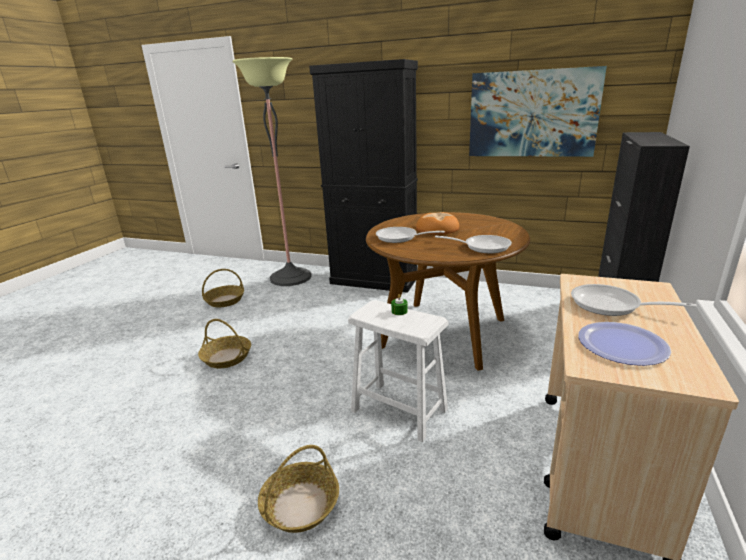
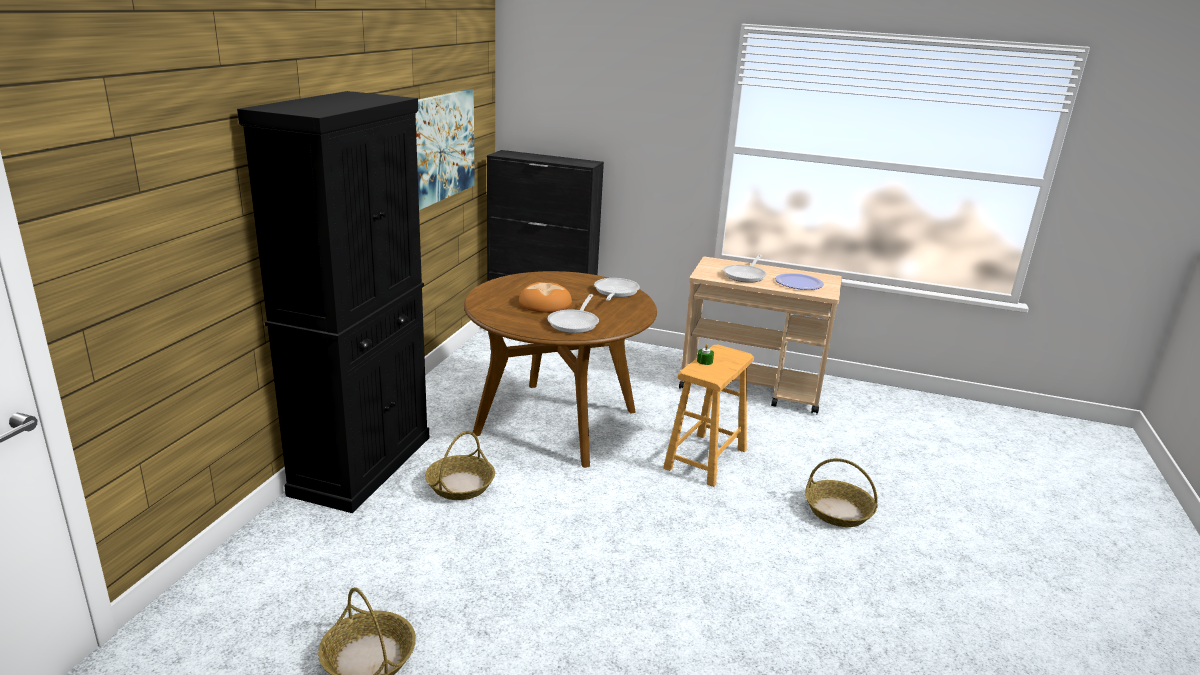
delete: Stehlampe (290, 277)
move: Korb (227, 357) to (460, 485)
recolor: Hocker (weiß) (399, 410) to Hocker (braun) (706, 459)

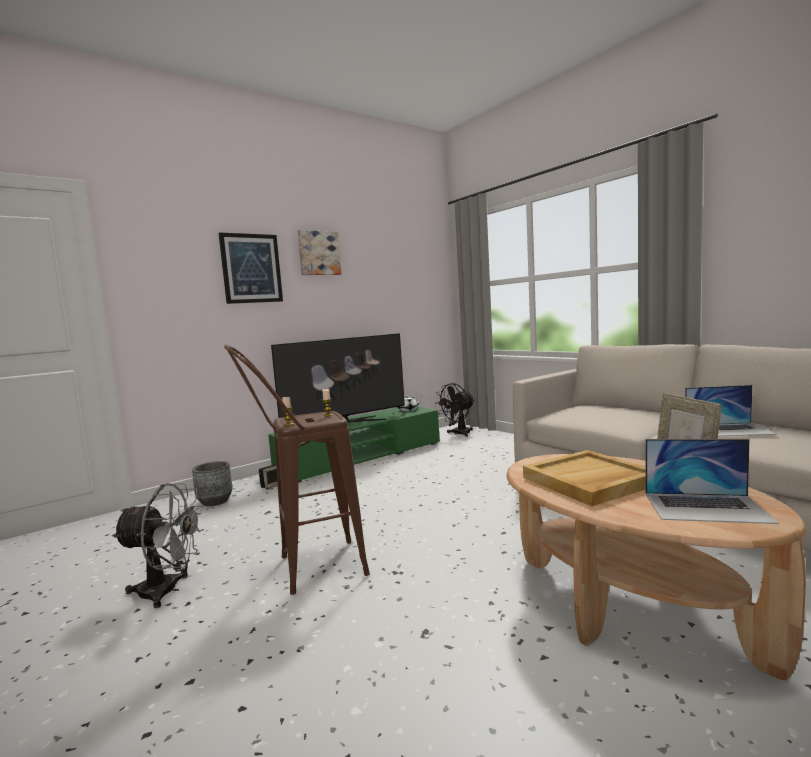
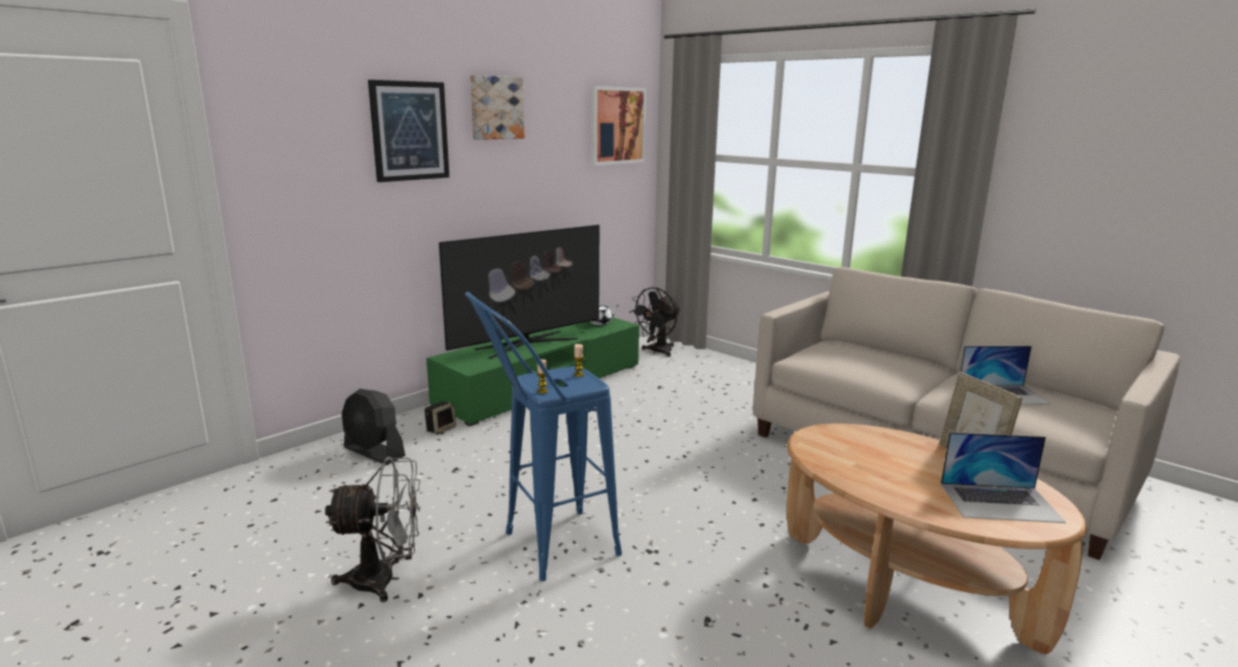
delete: Tablett (beige) (589, 481)
insert: Bild (617, 126)
replace: Pflanzkübel (grau) (215, 501) to Ventilator (schwarz) (374, 452)
recolor: Hocker (braun) (307, 570) to Hocker (blau) (545, 549)

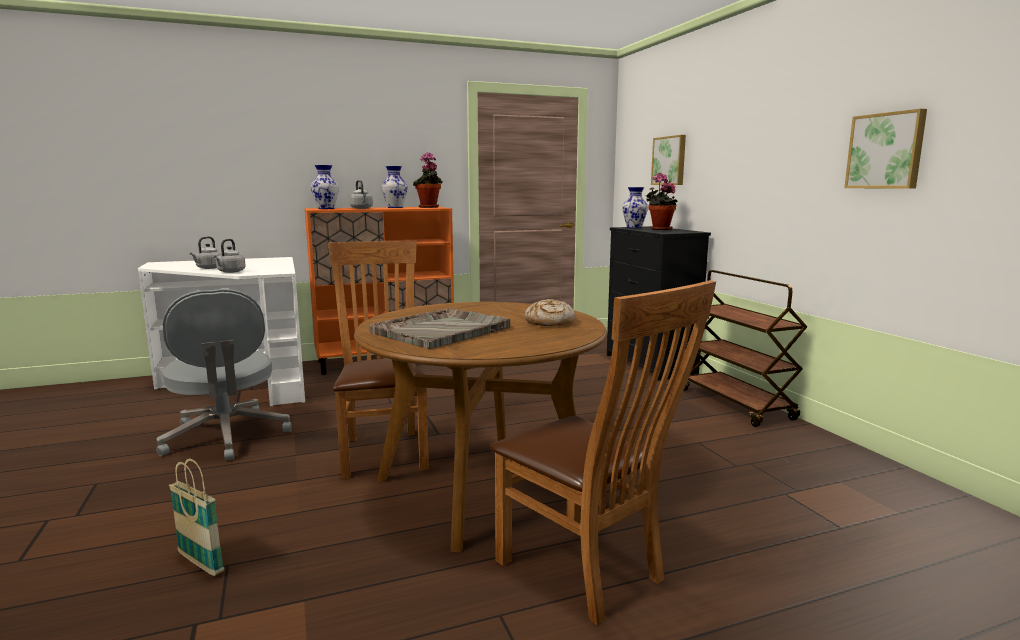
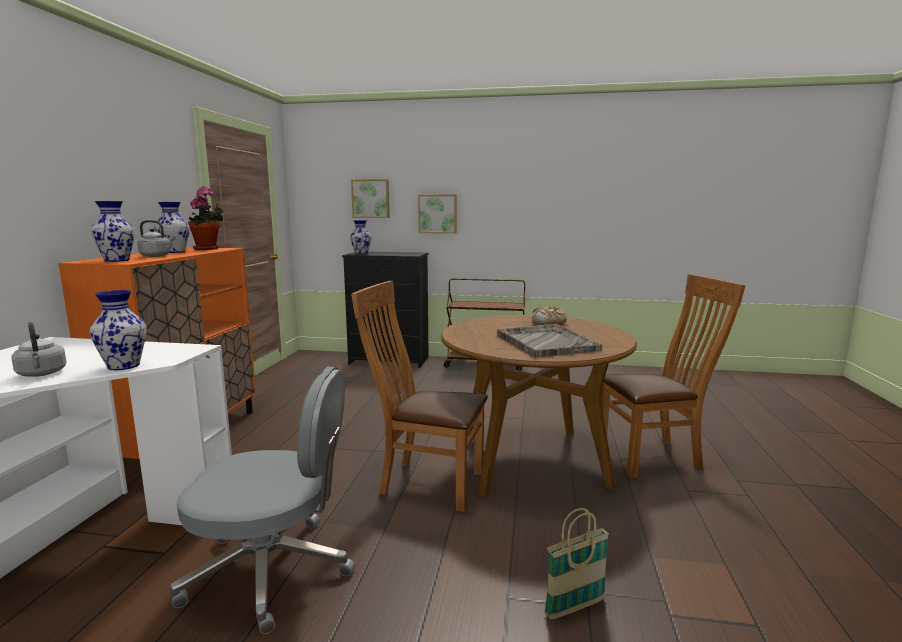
delete: Topfpflanze (659, 229)
move: Bild (886, 151) to (437, 214)
replace: Wasserkessel (grau) (230, 272) to Vase (124, 366)

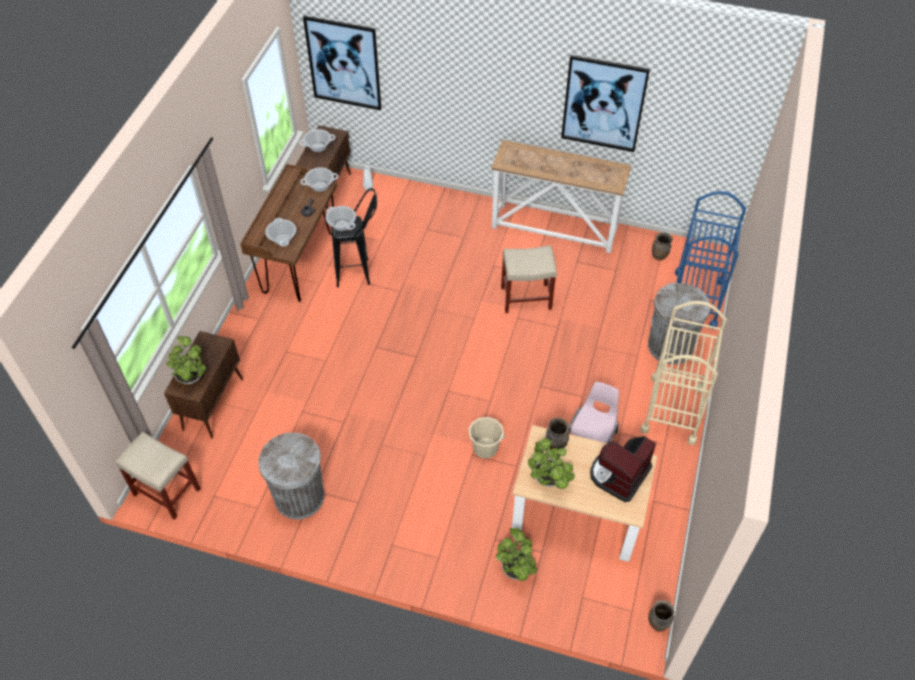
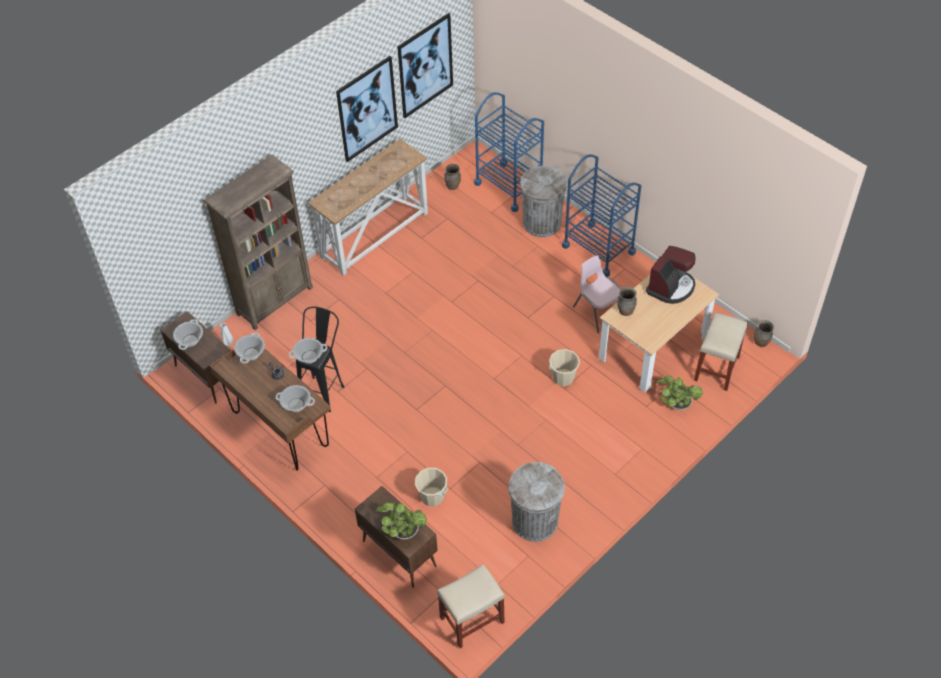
delete: Topfpflanze (549, 480)
insert: Bücherregal (braun) (275, 300); Eimer (beige) (432, 496)
move: Bild (344, 63) to (425, 66); Hocker (beige) (526, 298) to (716, 367)
recolor: Rollwagen (beige) (673, 409) to Rollwagen (blau) (598, 249)
rotate: Kaffeemaschine (619, 474) = (671, 287) 120 degrees counterclockwise

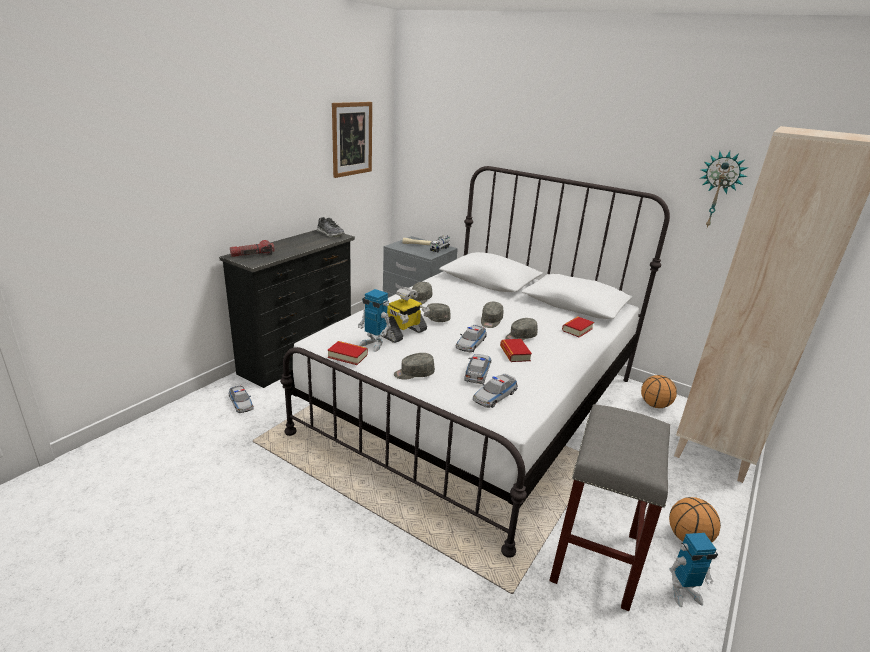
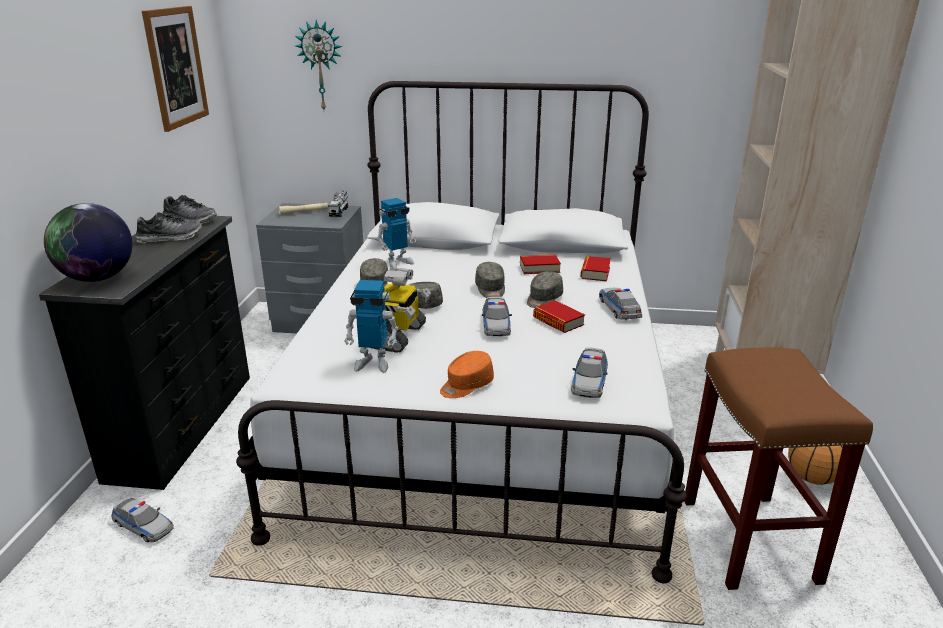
delete: Basketball (655, 405)
insert: Schuh (170, 238)
move: Wanduhr (718, 190) to (321, 66); Buch (347, 356) to (539, 268); Spielzeugauto (477, 373) to (619, 309); Spielzeugroboter (683, 593) to (397, 262)
replace: Taschenlampe (252, 255) to Globus (98, 278)
recolor: Kappe (grau) (414, 374) to Kappe (orange) (466, 385); Hocker (grau) (595, 558) to Hocker (braun) (751, 541)

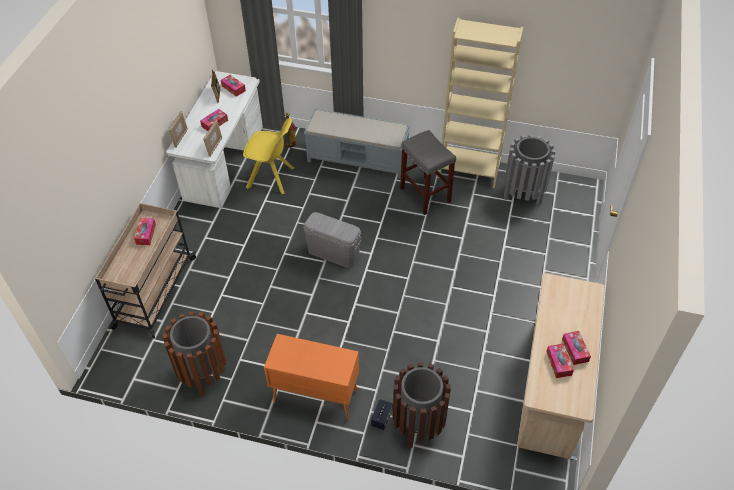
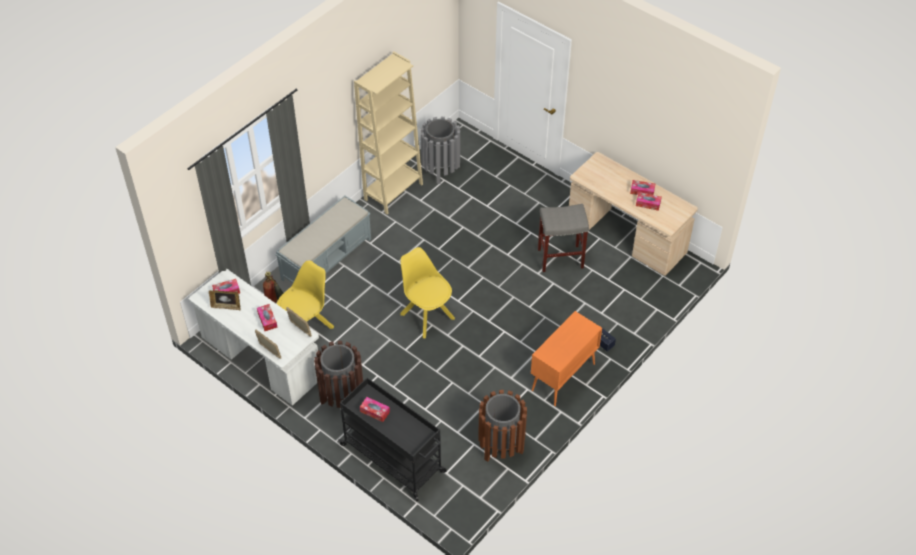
move: Hocker (grau) (424, 195) to (559, 258); Mülleimer (braun) (418, 424) to (342, 396)
replace: Aufbewahrungsbox (grau) (333, 252) to Stuhl (gelb) (426, 315)
recolor: Rollwagen (beige) (154, 293) to Rollwagen (schwarz) (394, 459)

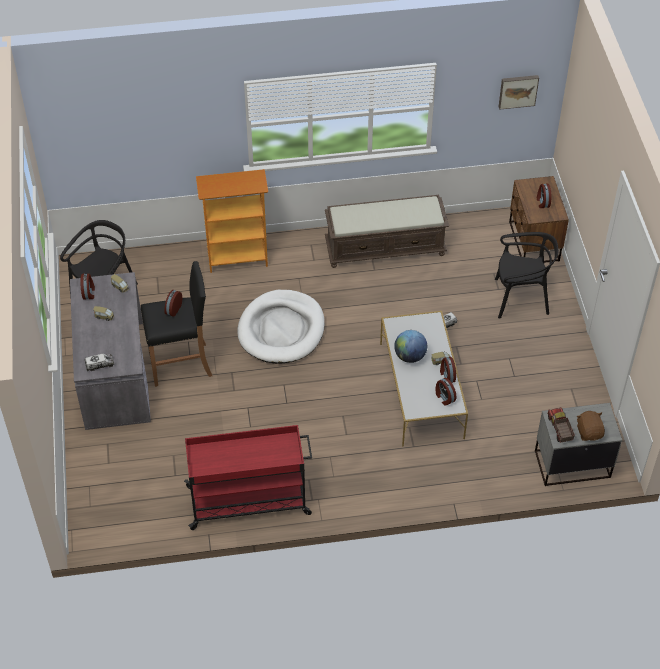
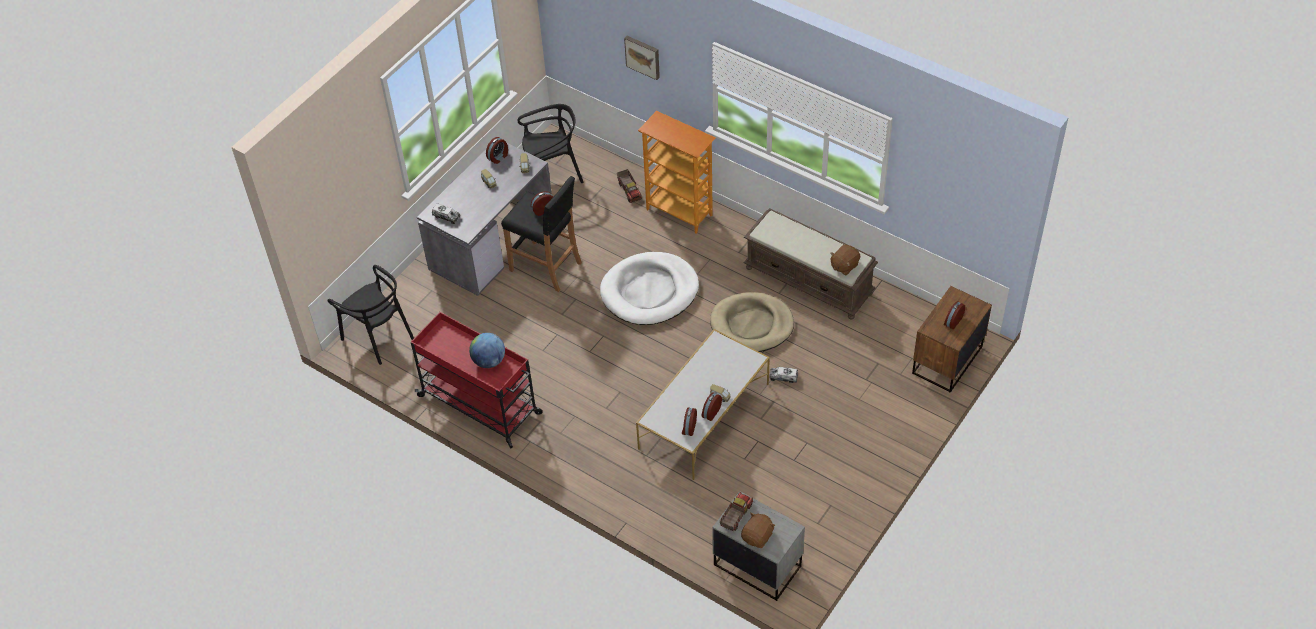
insert: Spielzeuglaster (629, 191); Plüschtier (braun) (844, 266); Hundebett (beige) (751, 325)
move: Bild (518, 90) to (643, 56); Stuhl (schwarz) (520, 298) to (378, 336); Globus (410, 356) to (489, 361)

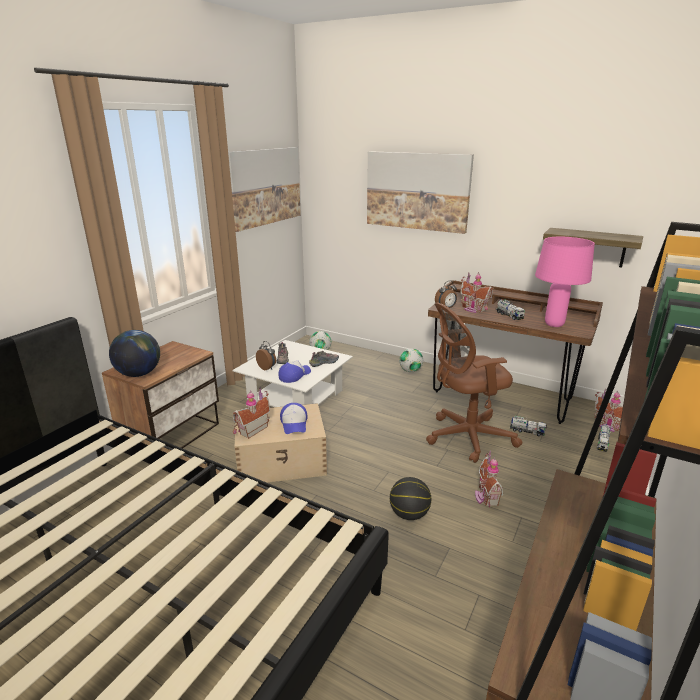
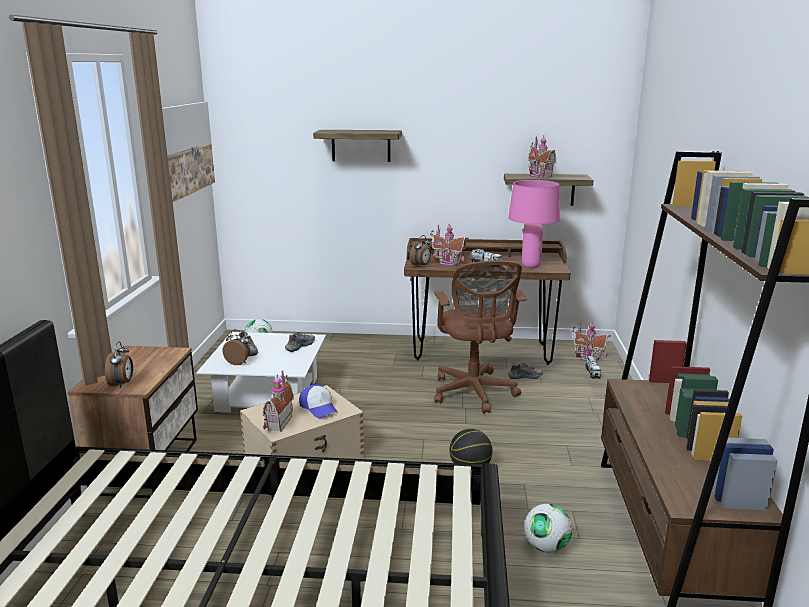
delete: Kappe (294, 375)
move: Fußball (410, 371) to (546, 547); Spielzeughaus (485, 497) to (538, 176)
replace: Bild (417, 191) to Wandregal (361, 145); Globus (139, 374) to Wecker (122, 384); Spielzeuglaster (527, 431) to Schuh (525, 377)
rotate: Bürostuhl (braun) (465, 437) = (474, 393) 60 degrees counterclockwise

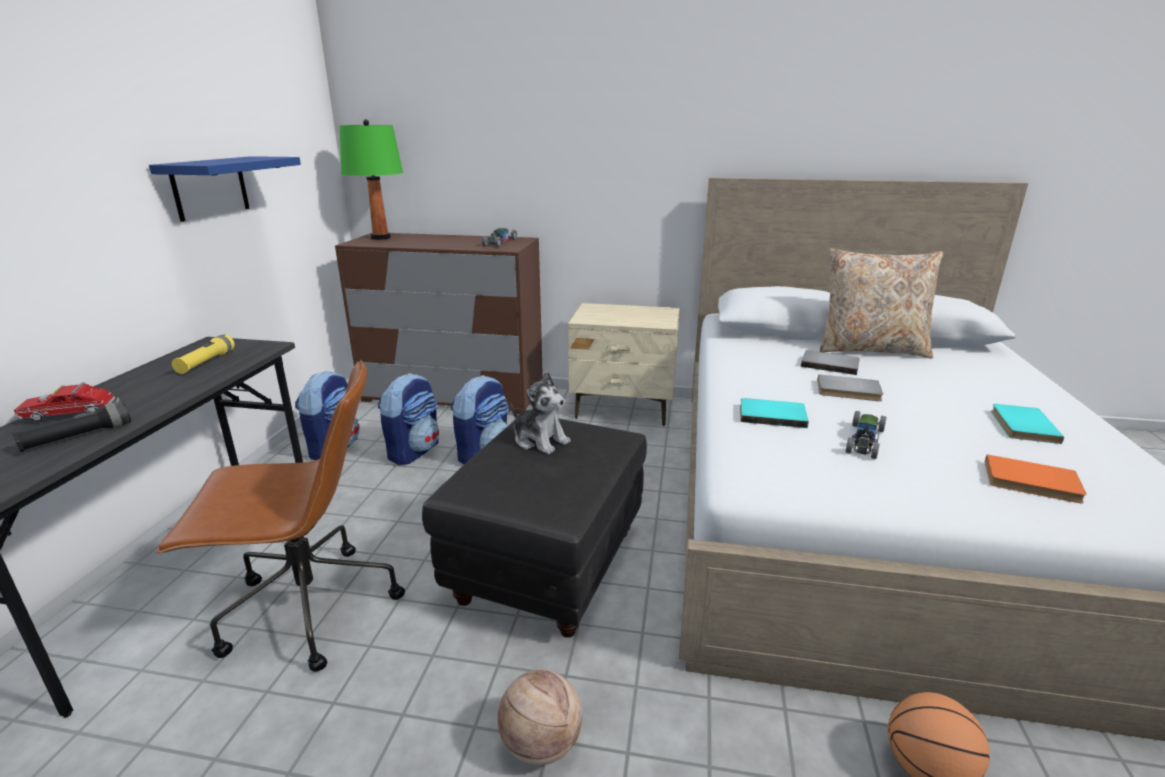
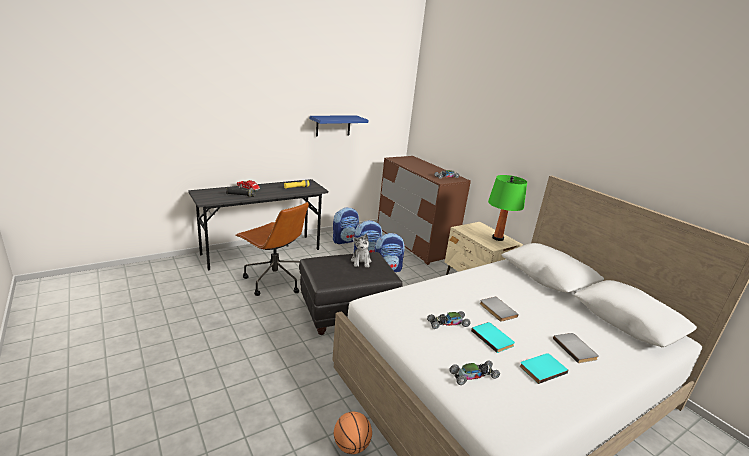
delete: Kissen (beige) (871, 349); Basketball (541, 744)
move: Tischlampe (grün) (381, 238) to (498, 238); Buch (grau) (830, 364) to (575, 349); Buch (türkis) (772, 415) to (493, 338)
replace: Buch (orange) (1032, 483) to Spielzeugauto (474, 375)

